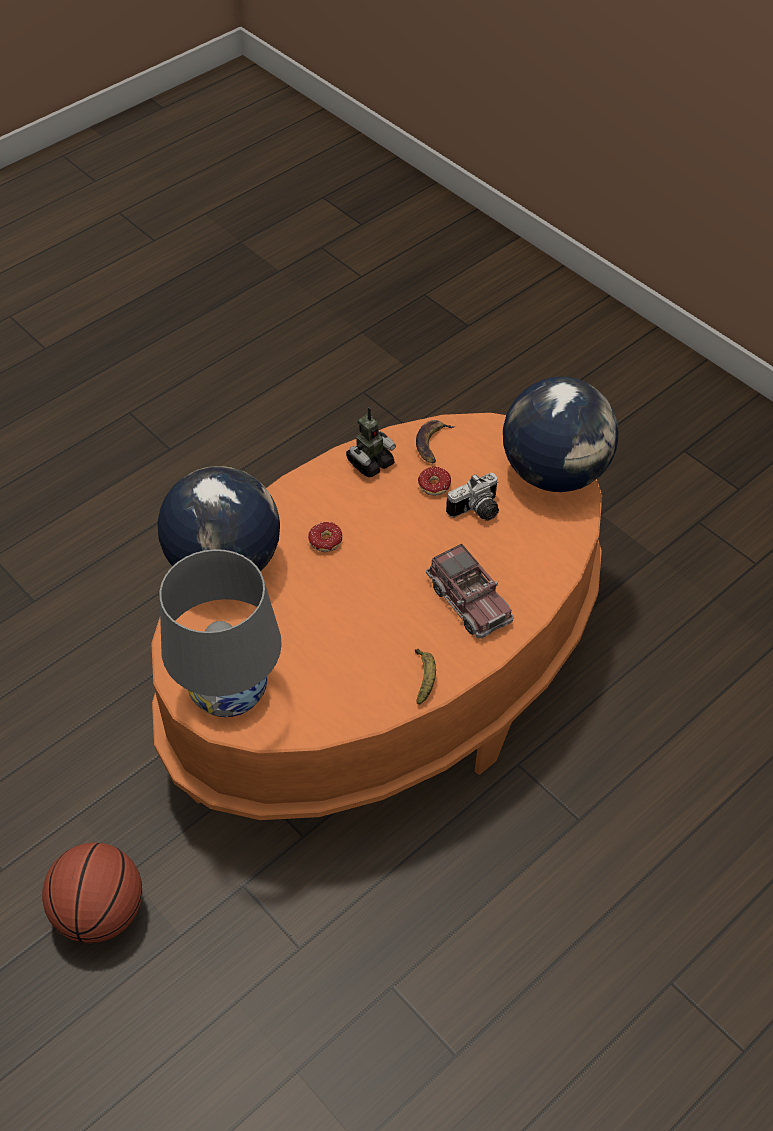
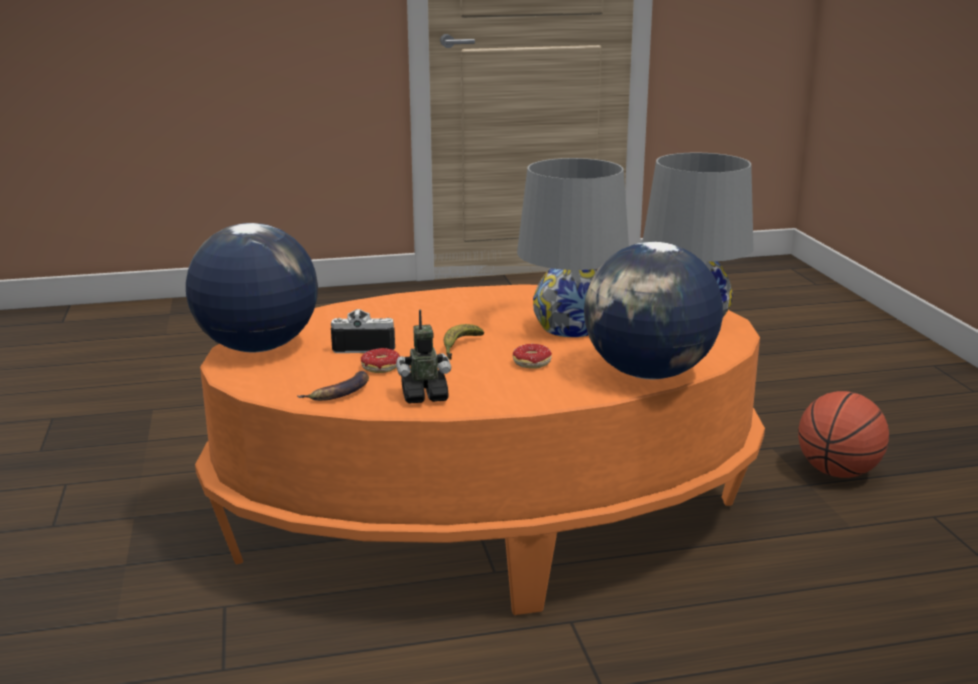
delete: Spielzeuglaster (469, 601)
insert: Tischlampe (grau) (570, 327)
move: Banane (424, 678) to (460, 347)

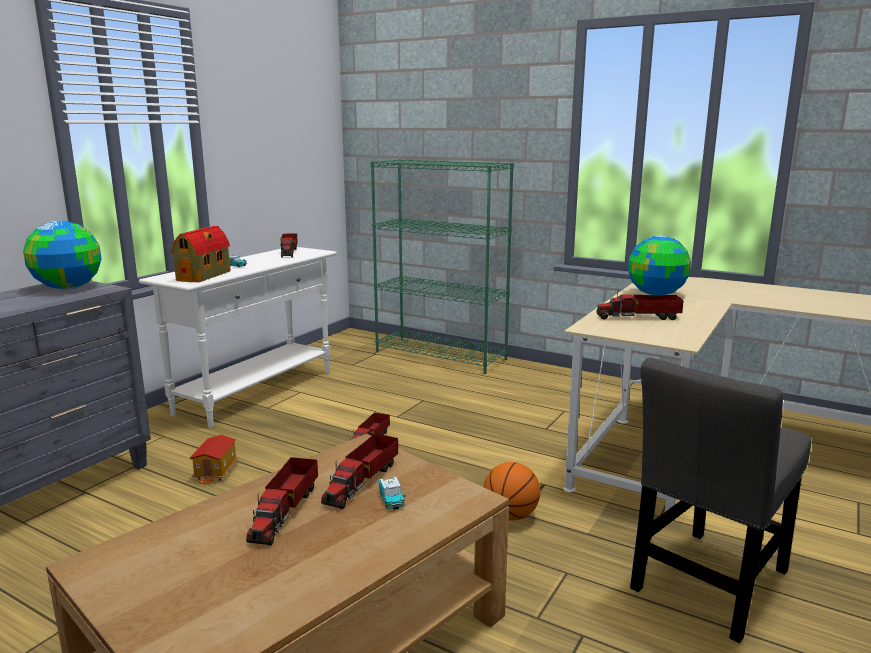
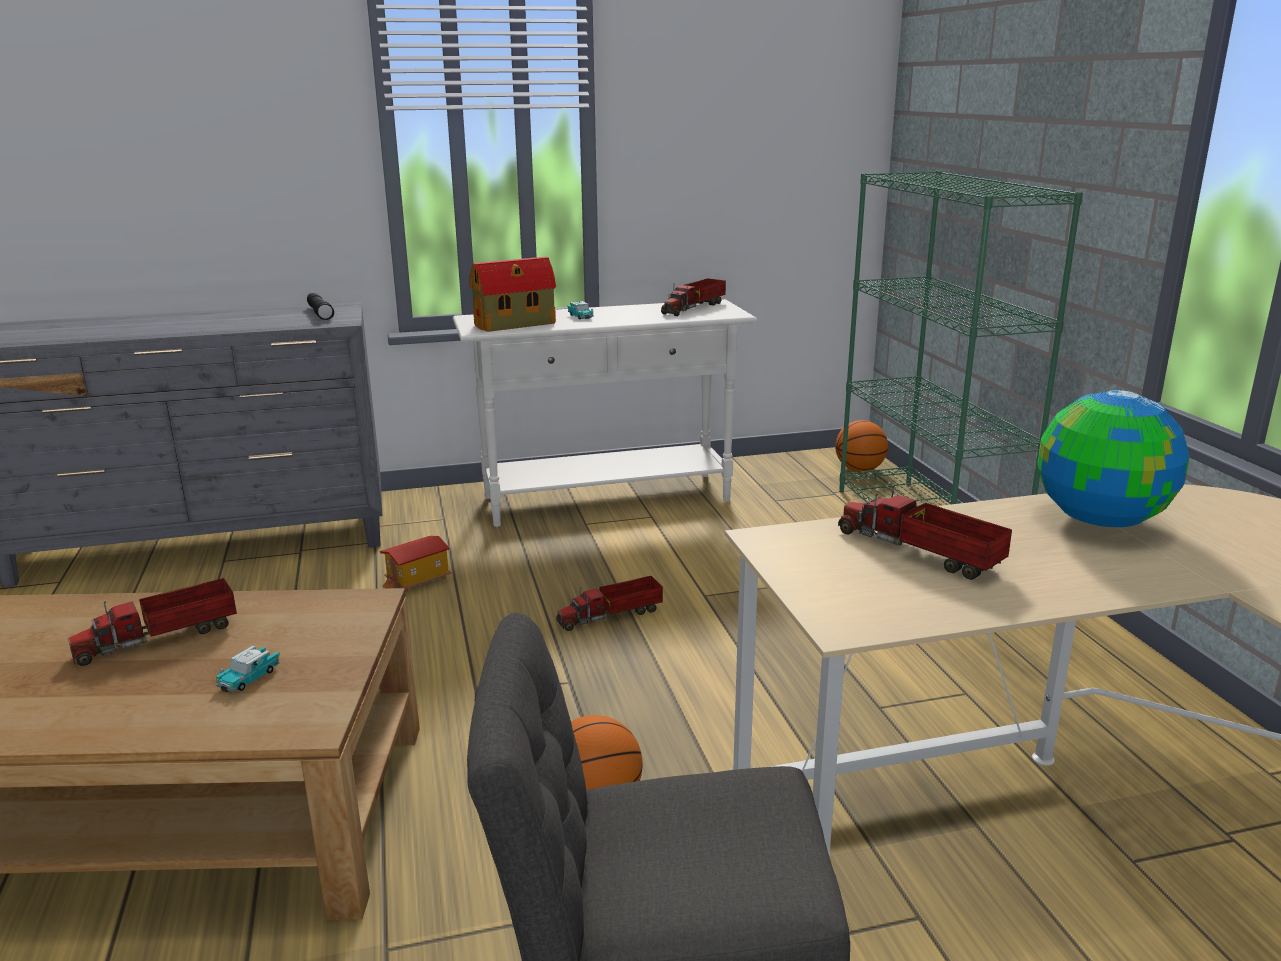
delete: Spielzeuglaster (362, 481)
insert: Basketball (859, 470)
replace: Globus (68, 287) to Taschenlampe (schwarz) (321, 313)

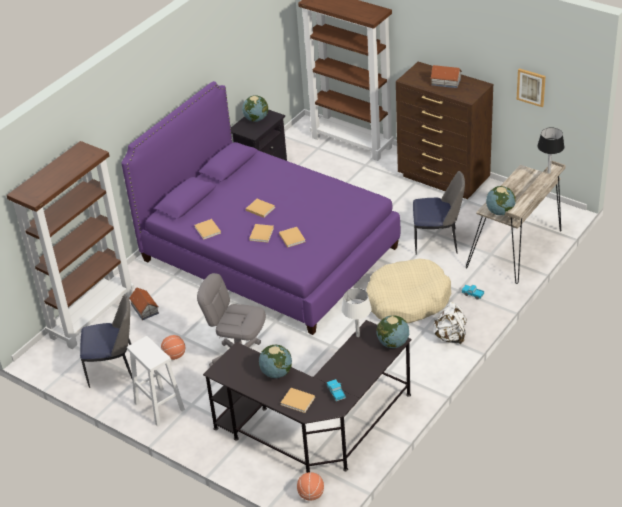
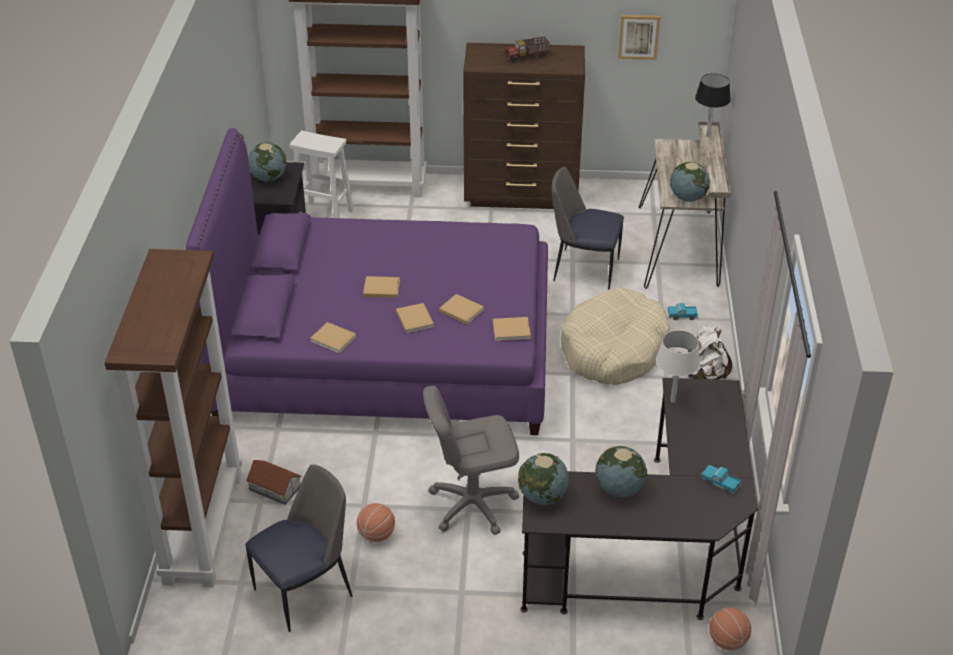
move: Globus (393, 343) to (542, 496); Hocker (weiß) (159, 406) to (323, 216); Buch (beige) (298, 401) to (512, 330)
replace: Spielzeughaus (446, 82) to Spielzeuglaster (527, 57)
rotate: Stuhl (437, 242) = (583, 269) 135 degrees counterclockwise

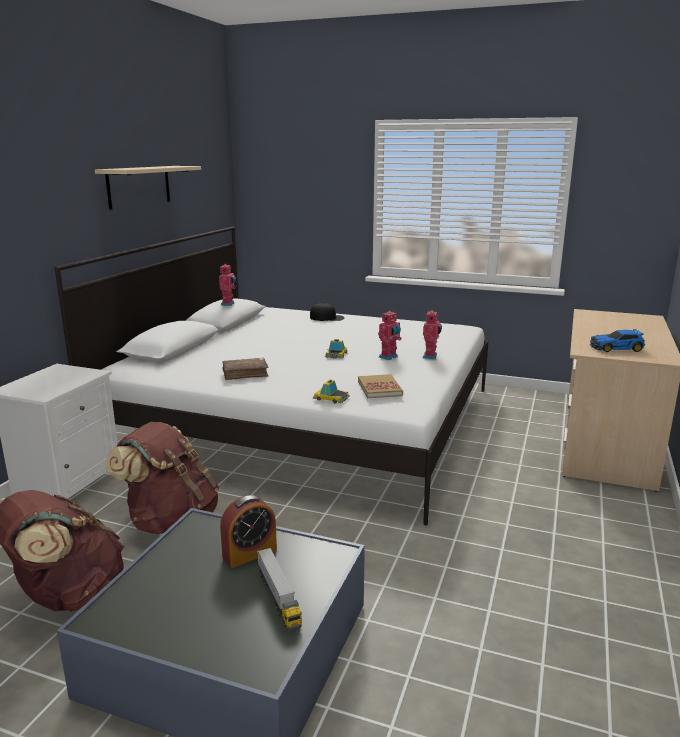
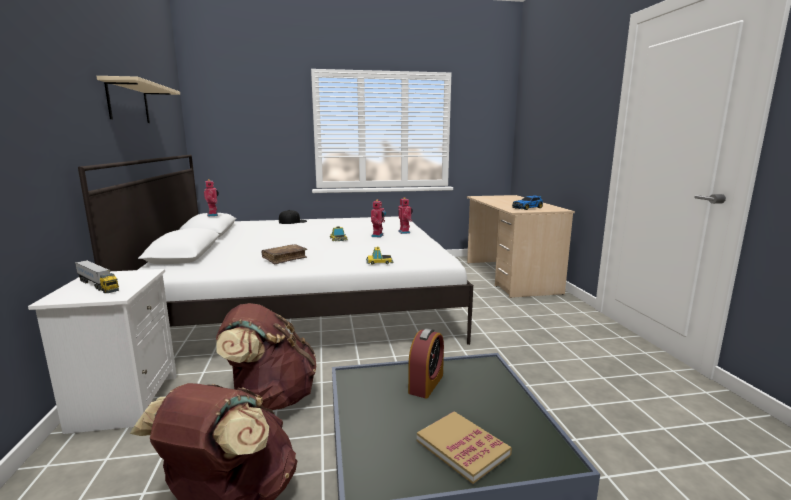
move: Buch (379, 388) to (462, 447); Spielzeuglaster (278, 598) to (98, 285)

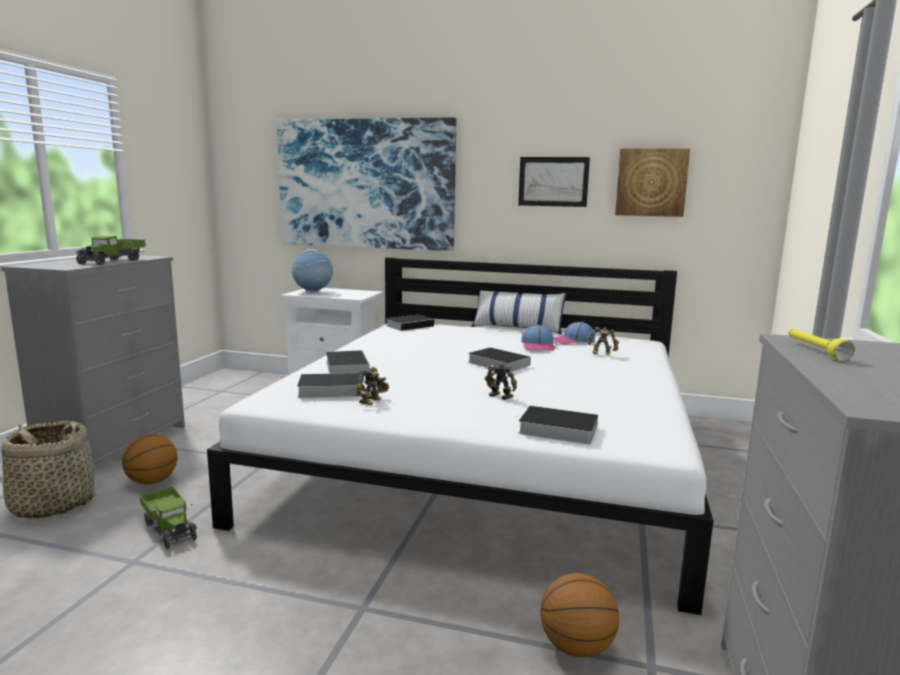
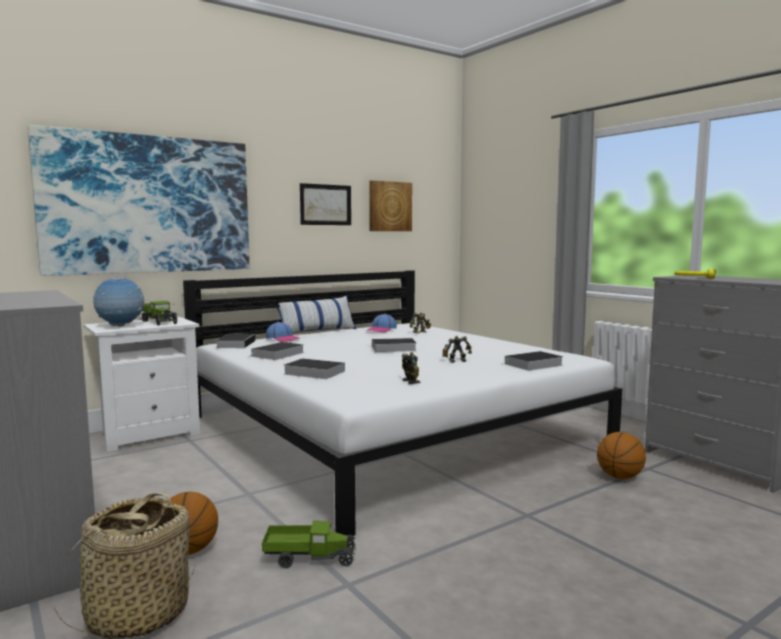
move: Spielzeuglaster (113, 261) to (159, 321); Kappe (538, 346) to (283, 339); Buch (327, 390) to (277, 354)

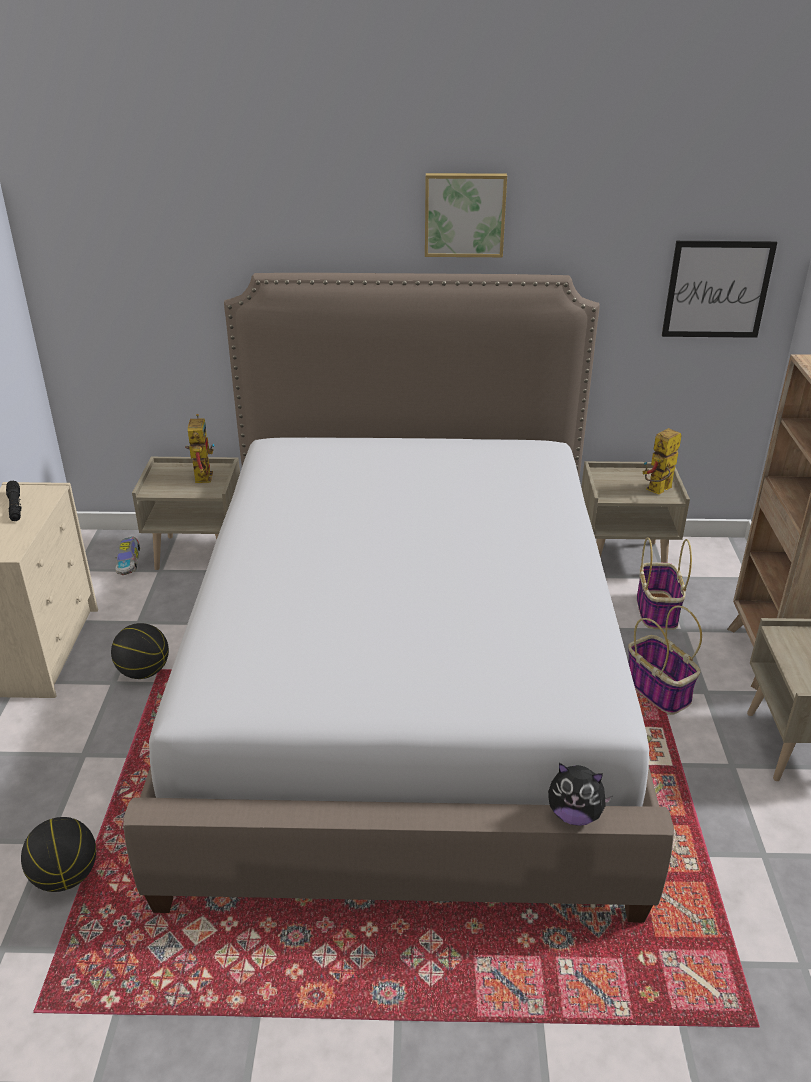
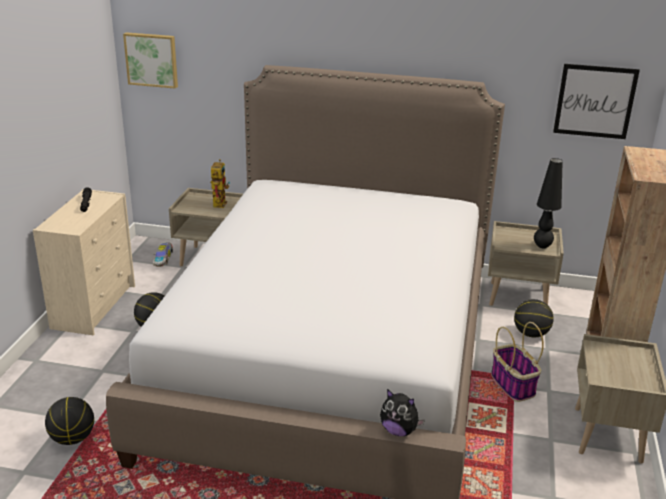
move: Bild (464, 214) to (152, 59)
replace: Spielzeugroboter (657, 491) to Tischlampe (schwarz) (542, 246); Korb (656, 610) to Basketball (531, 334)

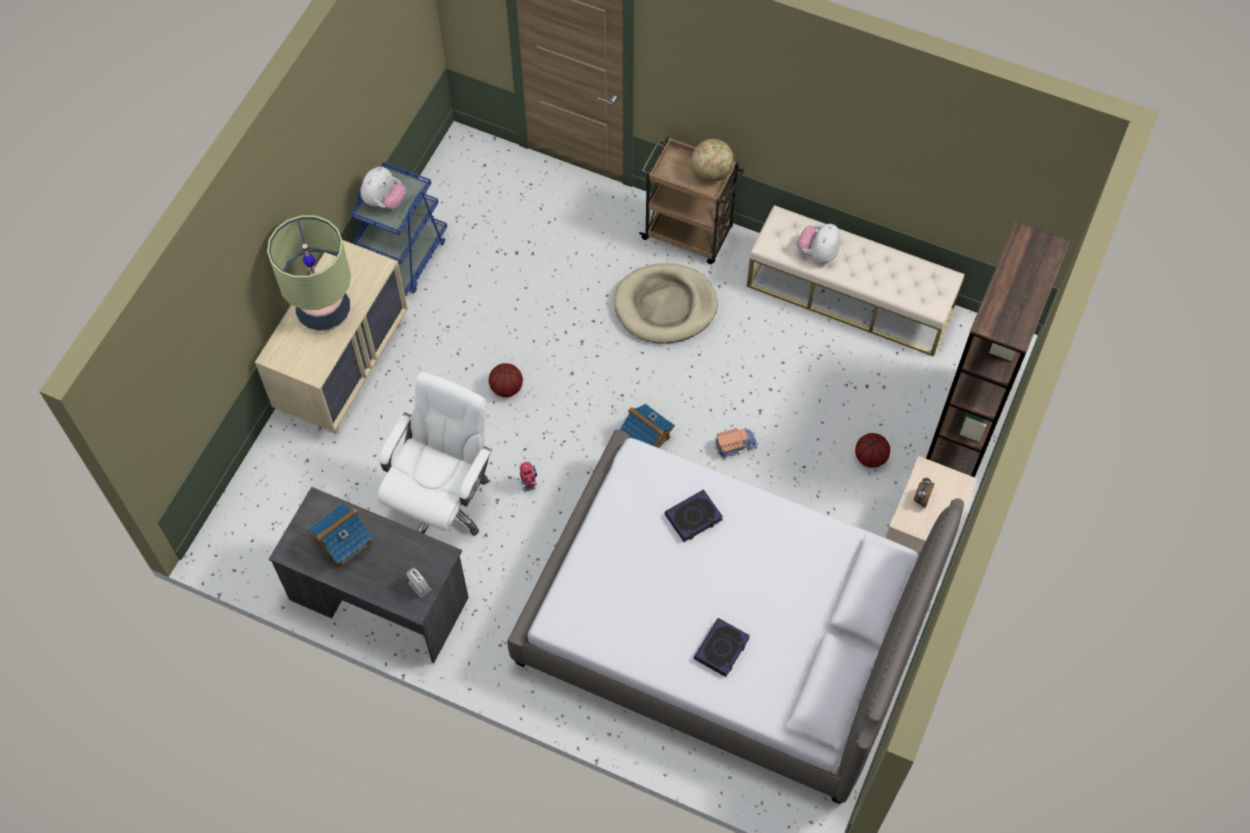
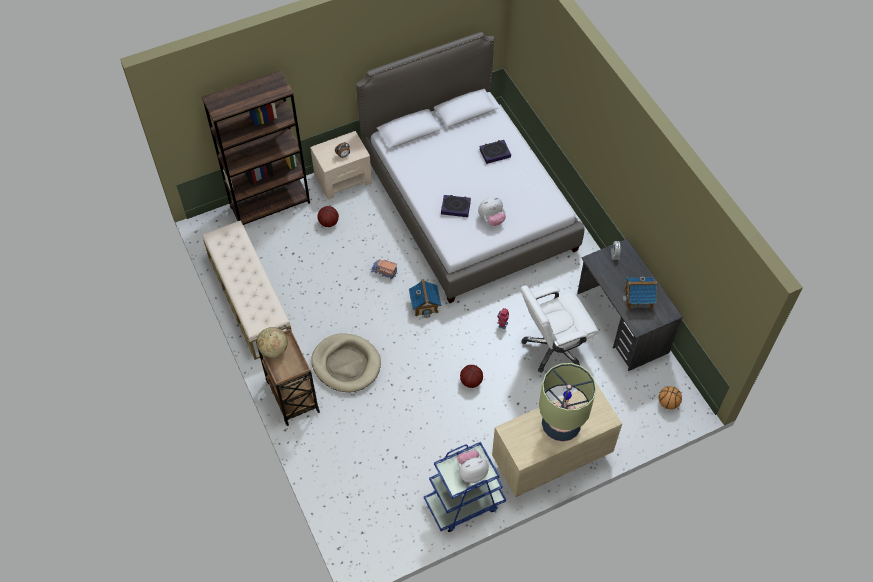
insert: Basketball (668, 403)
move: Plüschtier (818, 253) to (491, 219)

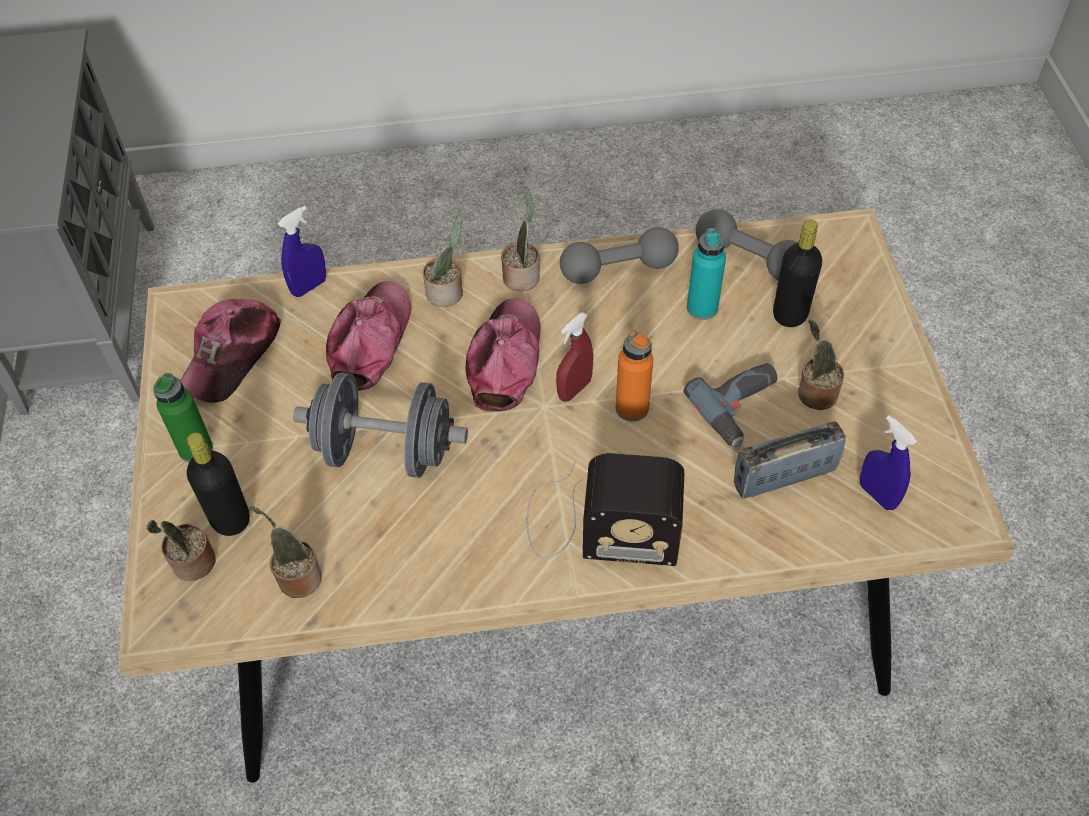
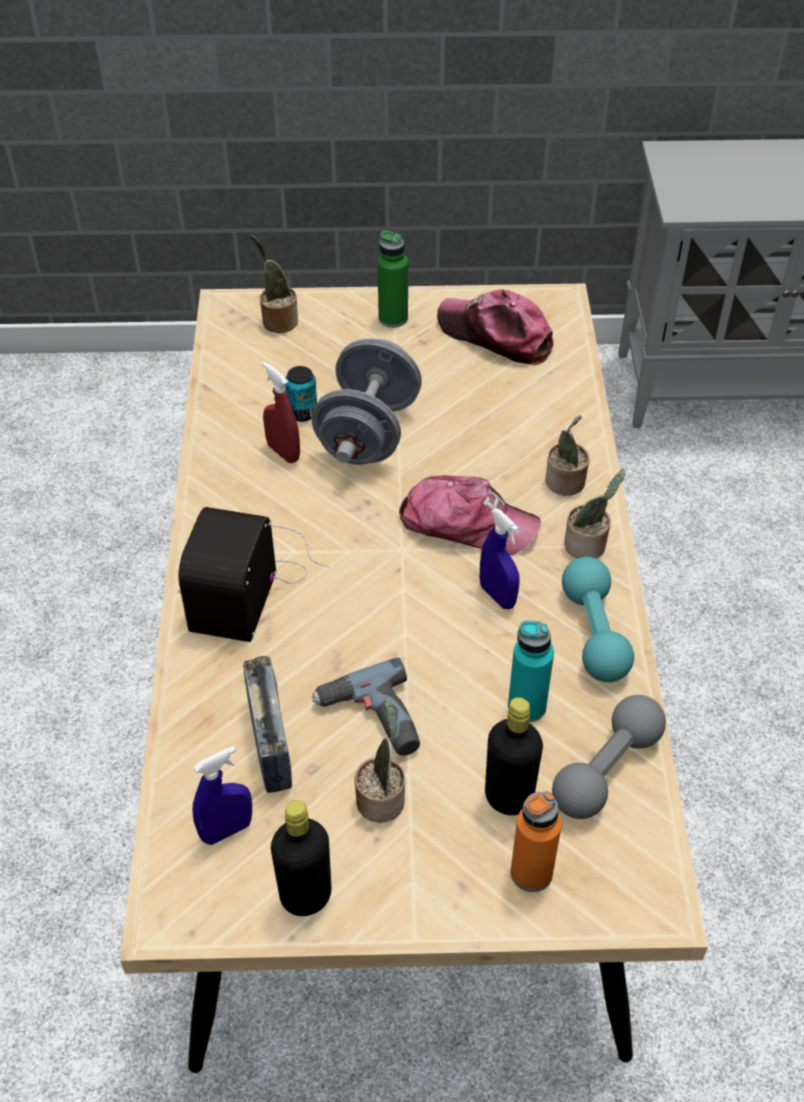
delete: Kappe (371, 341); Topfpflanze (297, 577)
insert: Dose (302, 413)
move: Sprühflasche (blau) (309, 287) to (497, 596); Sprühflasche (rot) (574, 389) to (283, 452); Flasche (orange) (632, 408) to (531, 873); Flasche (schwarz) (230, 519) to (305, 896)
recolor: Hantel (grau) (618, 269) to Hantel (türkis) (594, 633)

